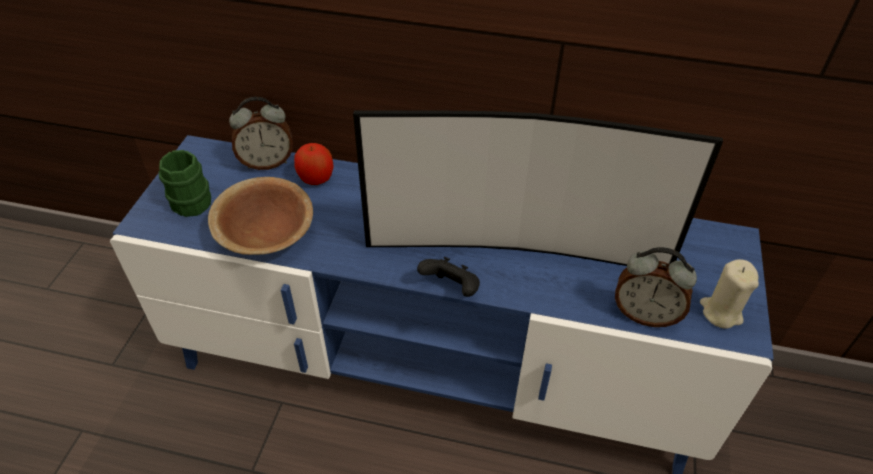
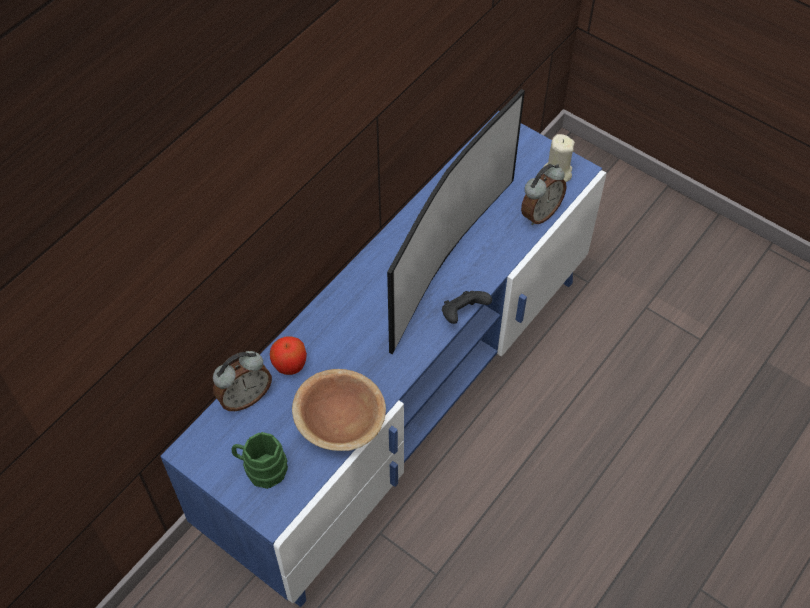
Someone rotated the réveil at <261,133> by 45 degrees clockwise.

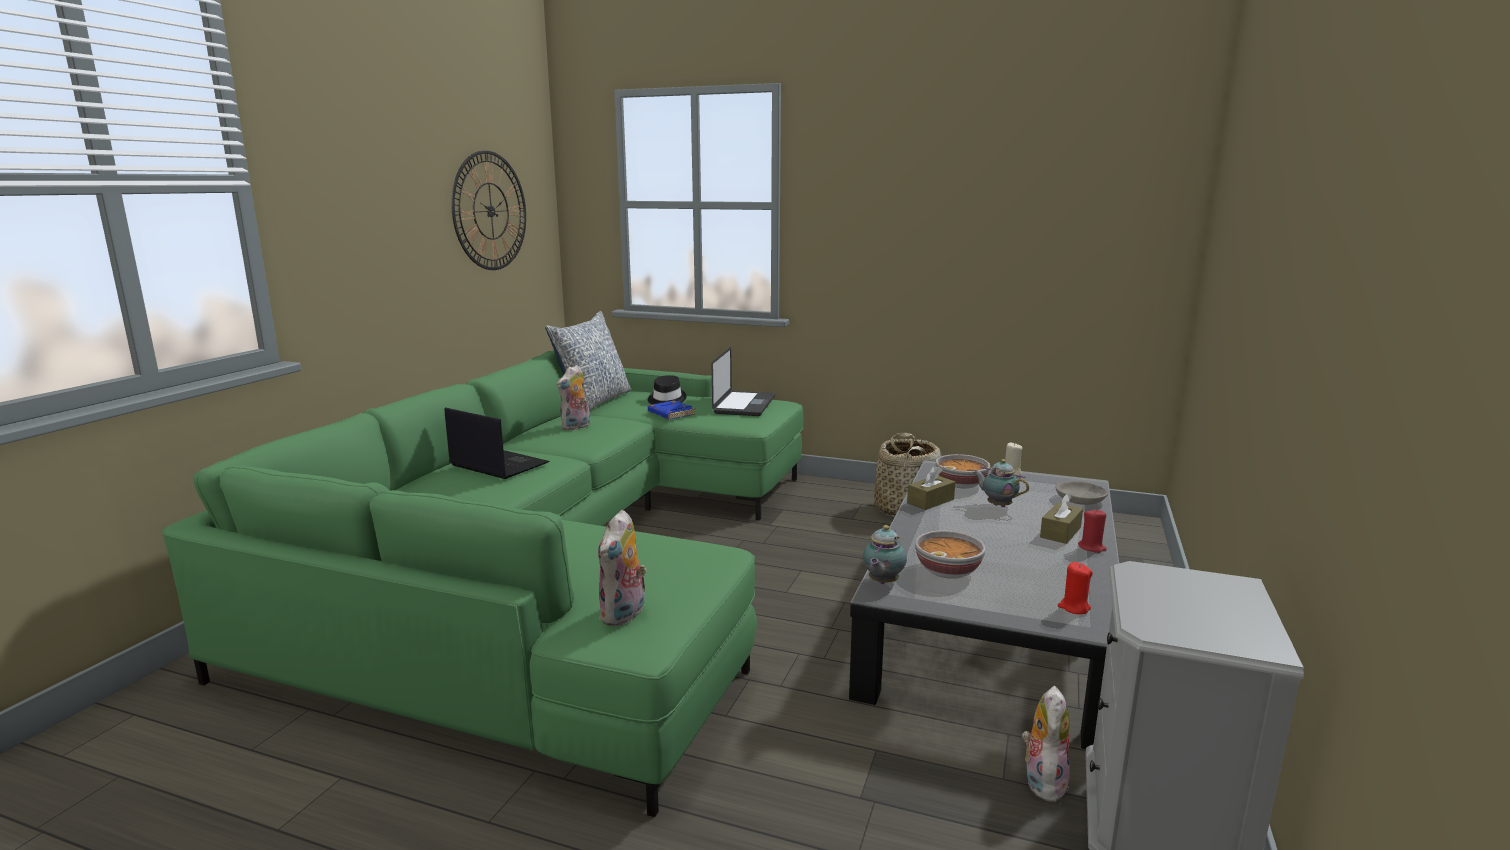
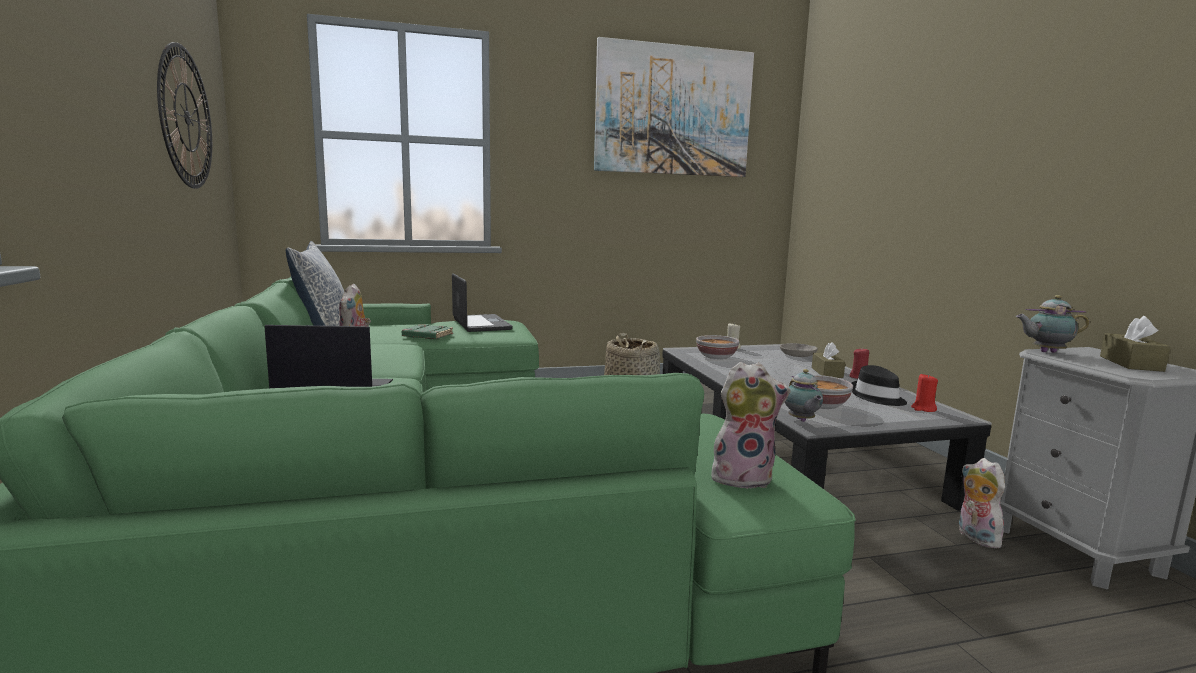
Someone repainted the livre [bleu] at <671,410>, which became the livre [vert] at <427,331>. Someone put up the tableau at <674,107>. Someone rotated the peluche at <622,568> by 75 degrees counterclockwise. Someone carried the chapeau [noir] from <667,389> to <879,385>. Someone carried the théière from <1001,483> to <1052,324>. Someone carried the boîte à mouchoirs [marron] from <931,487> to <1135,344>.

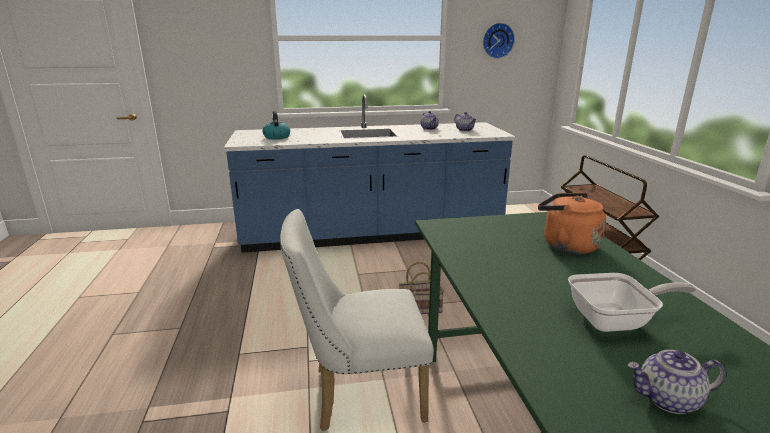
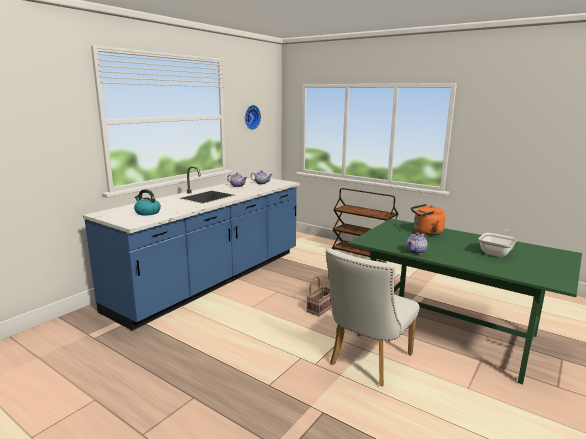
Someone carried the théière from <676,382> to <417,243>.

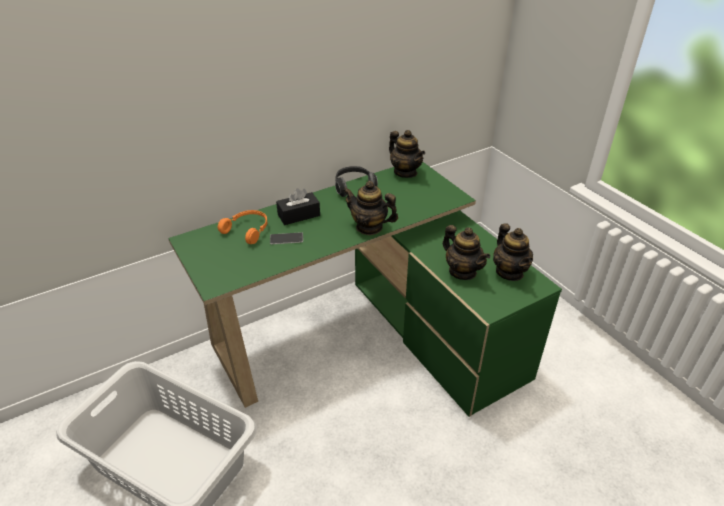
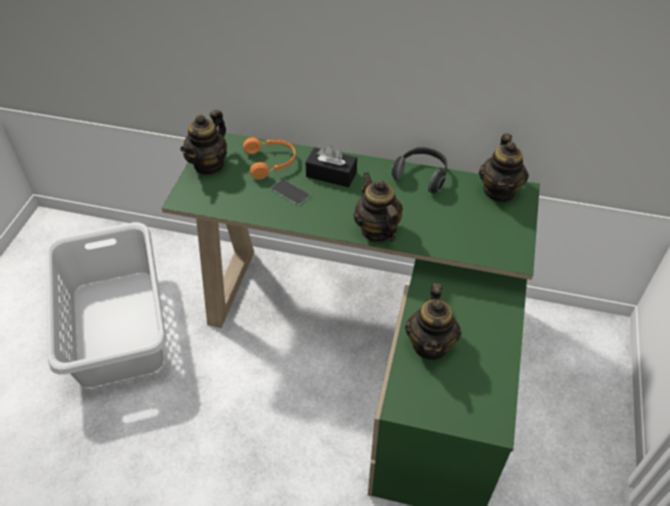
Someone carried the théière from <513,252> to <203,142>.

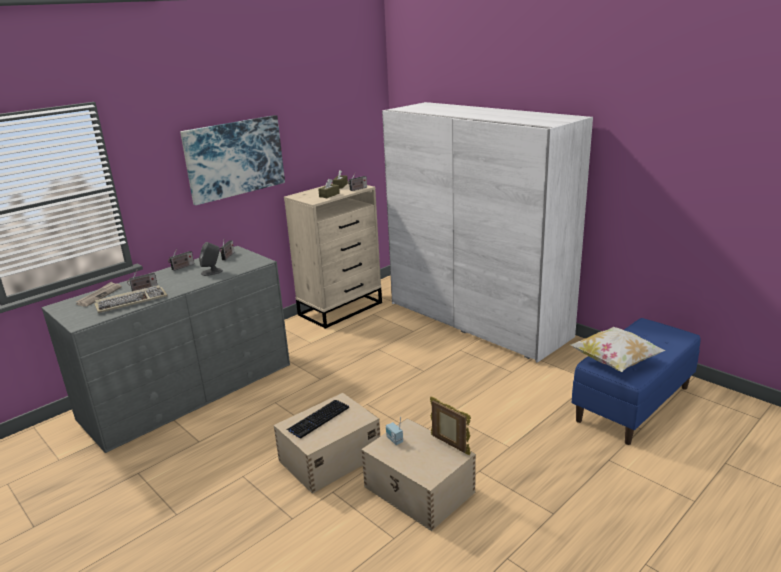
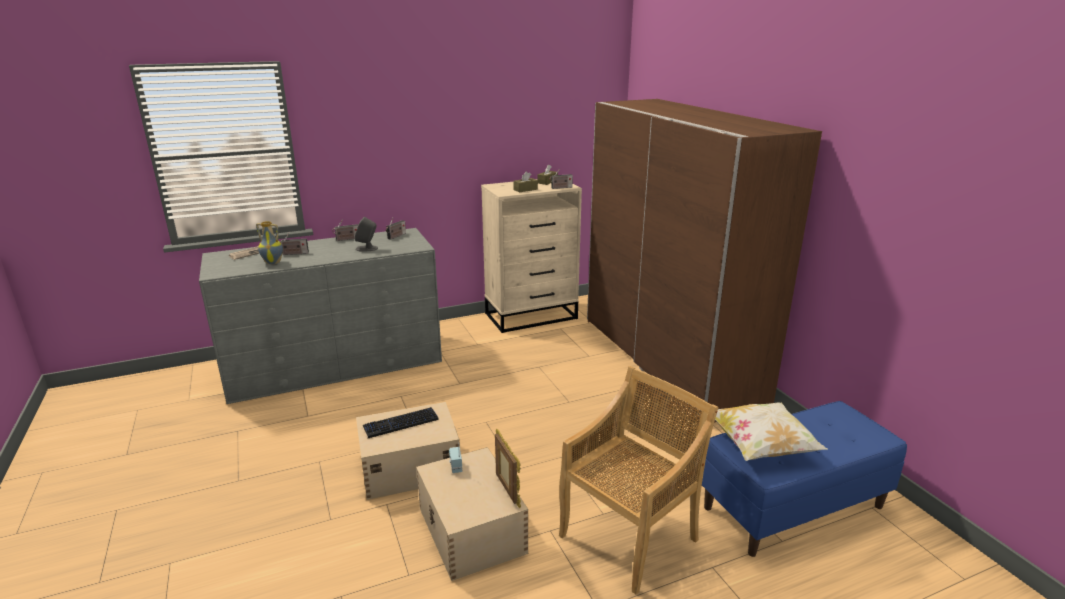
Someone swapped the clavier at <131,299> for the vase at <269,243>. Someone put down the chaise [beige] at <639,480>. Someone repainted the armoire [blanc] at <487,232>, which became the armoire [marron] at <704,261>. Someone took away the tableau at <232,160>.

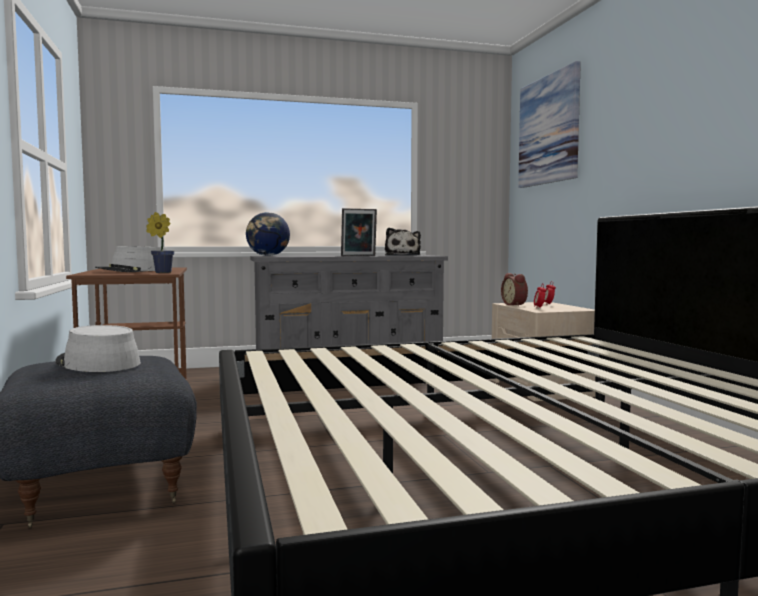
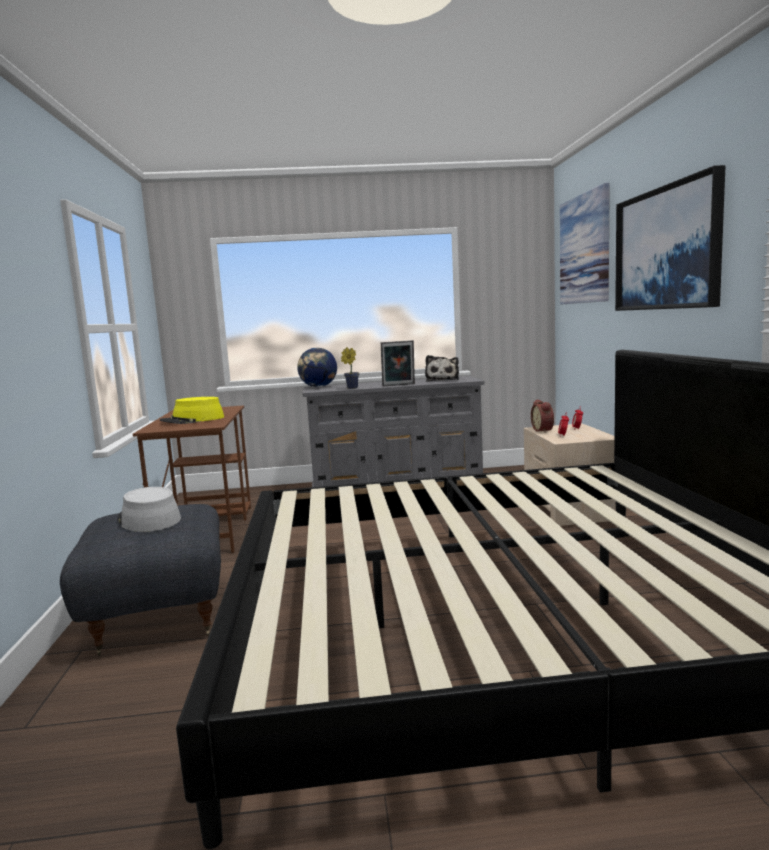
Someone repainted the chapeau [gris] at <133,259>, which became the chapeau [jaune] at <192,410>. Someone carried the plante en pot from <160,242> to <350,368>. Someone put up the tableau at <670,238>.

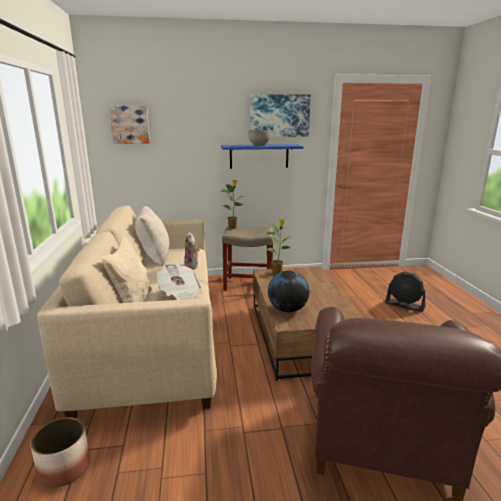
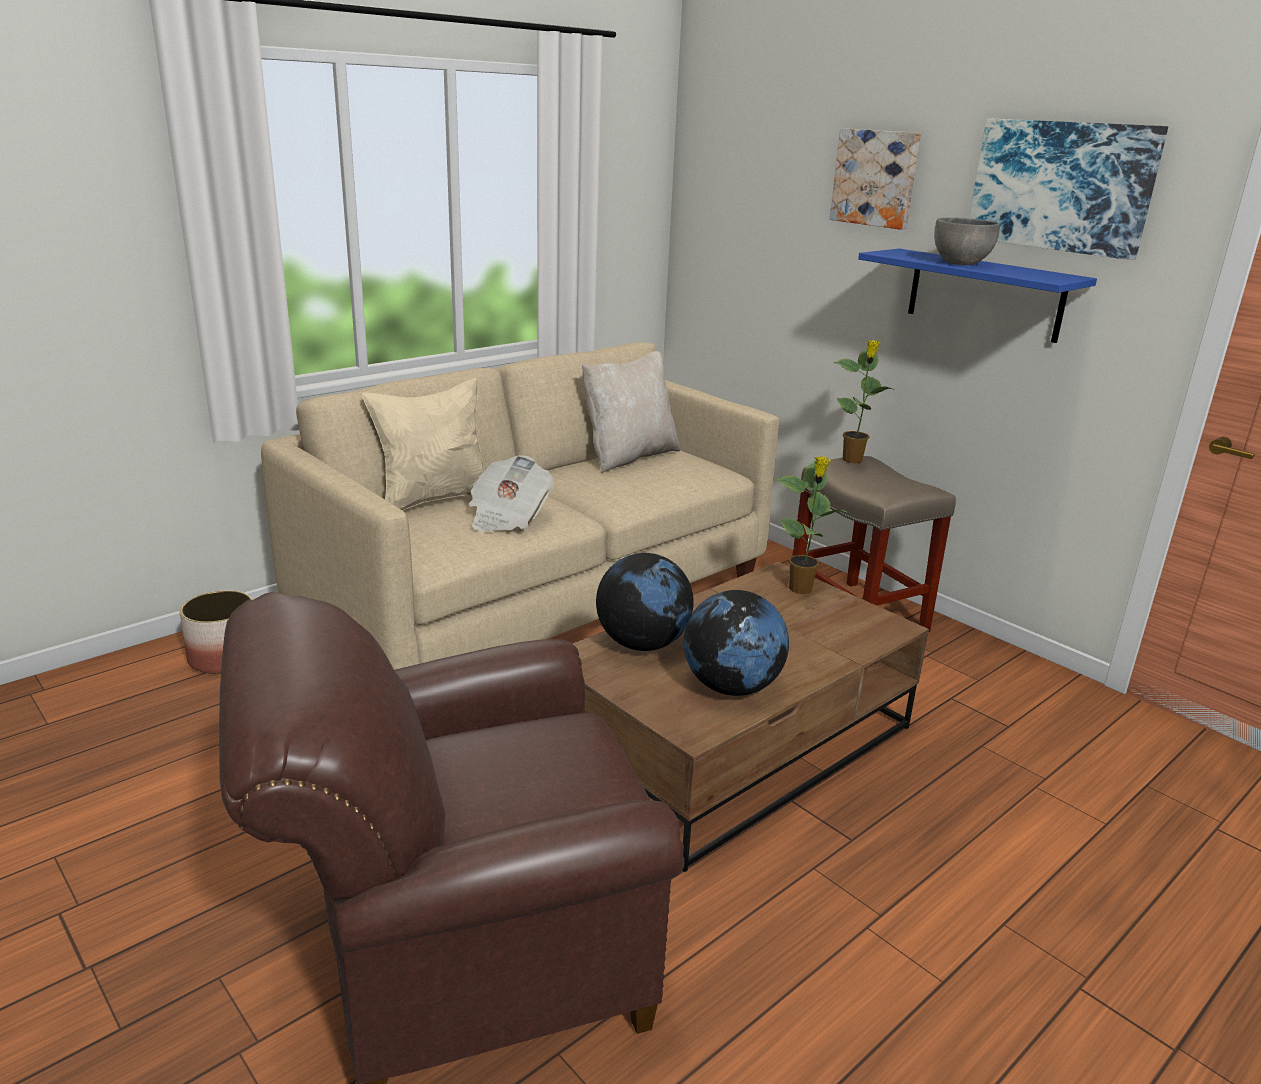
Someone put down the globe at <736,643>. Someone carried the tableau from <129,125> to <875,179>. Someone took away the peluche at <192,251>. Someone took away the ventilateur [noir] at <405,291>.

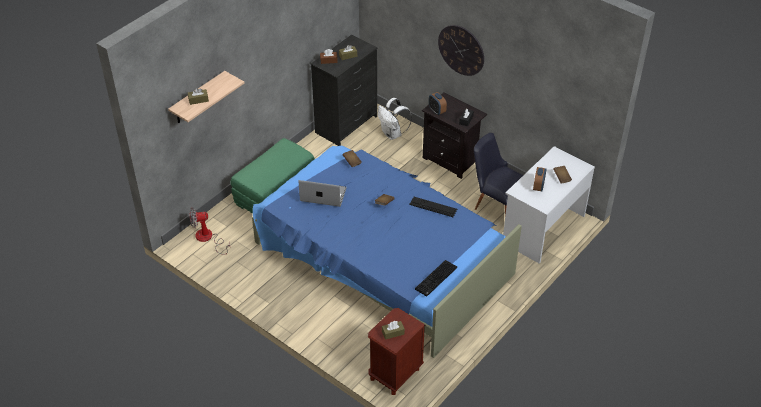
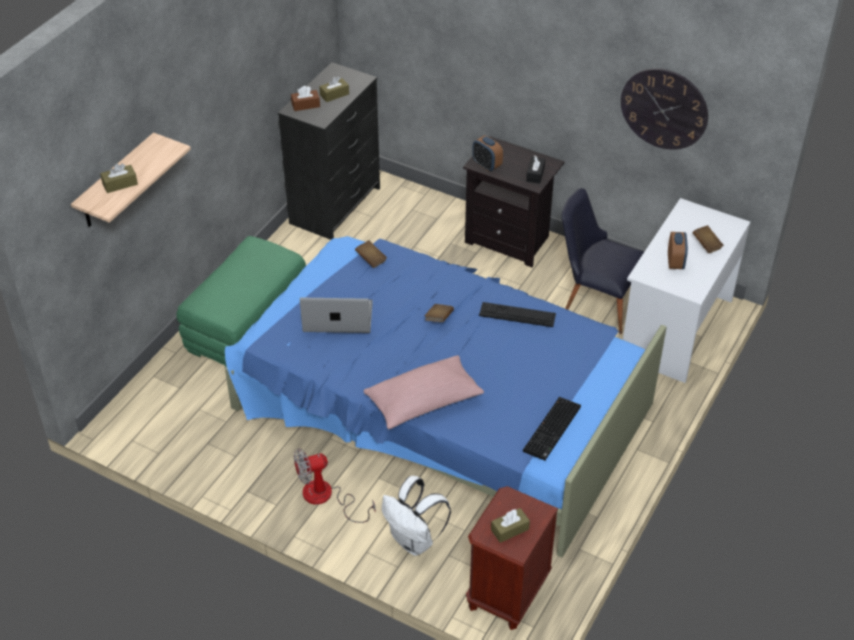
Someone carried the ventilateur from <209,231> to <335,485>. Someone put down the coussin [rose] at <424,392>. Someone carried the sac à dos [blanc] from <395,119> to <416,516>. Someone carried the horloge murale from <461,50> to <664,109>.

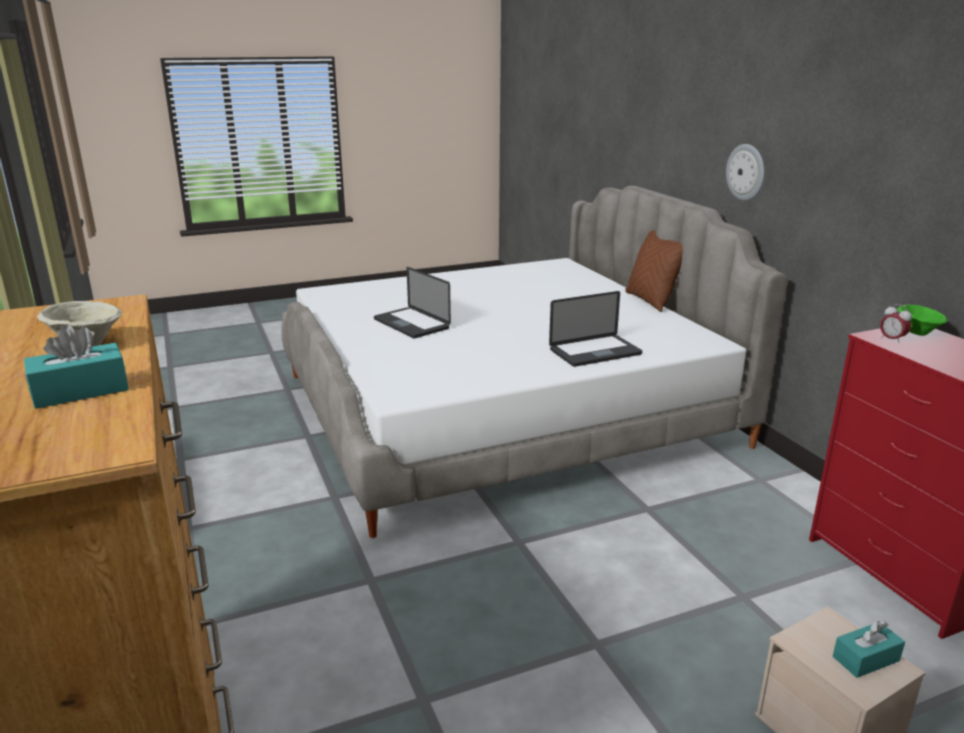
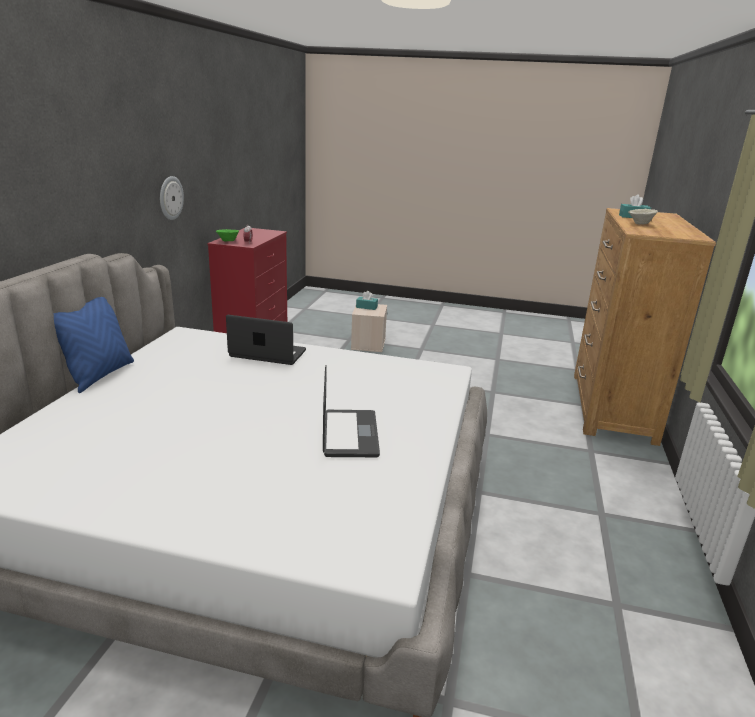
Someone repainted the coussin [marron] at <654,271>, which became the coussin [bleu] at <94,345>. Someone carried the horloge murale from <745,172> to <172,198>.

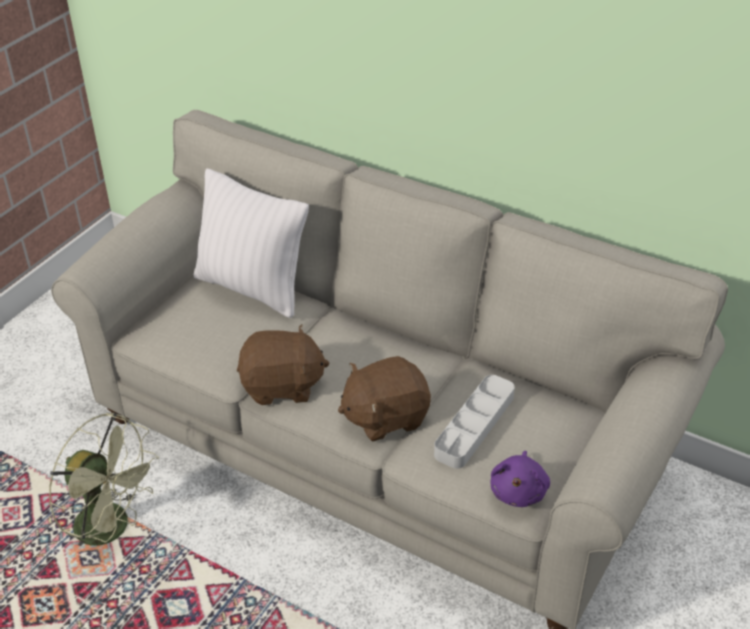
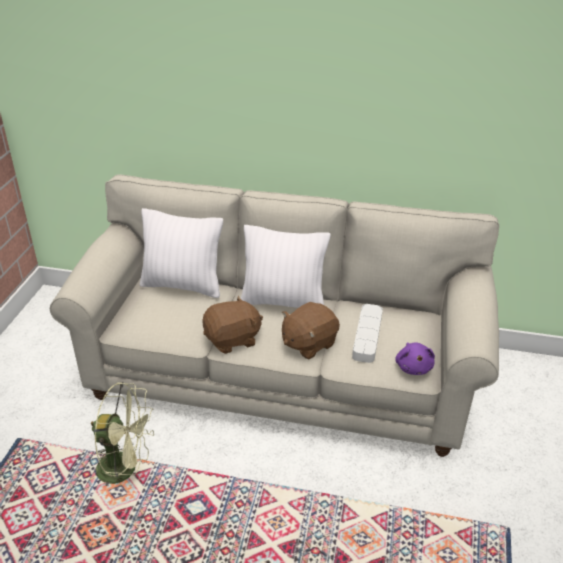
Someone put down the coussin [blanc] at <286,266>.

